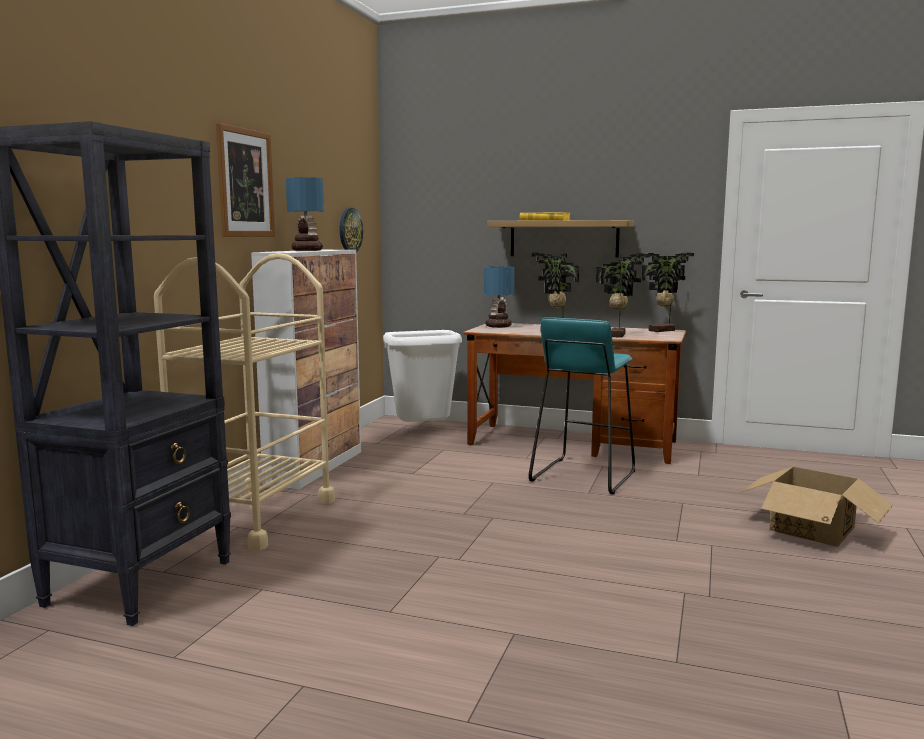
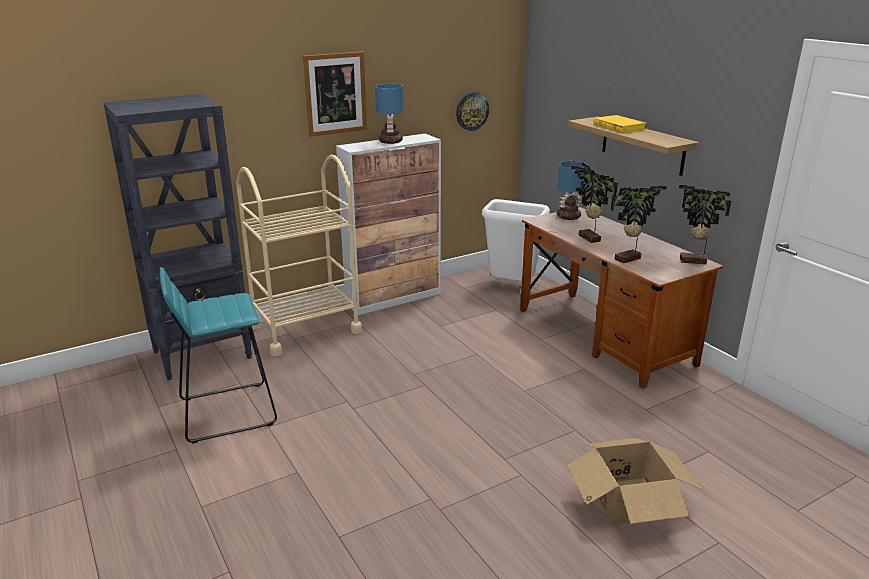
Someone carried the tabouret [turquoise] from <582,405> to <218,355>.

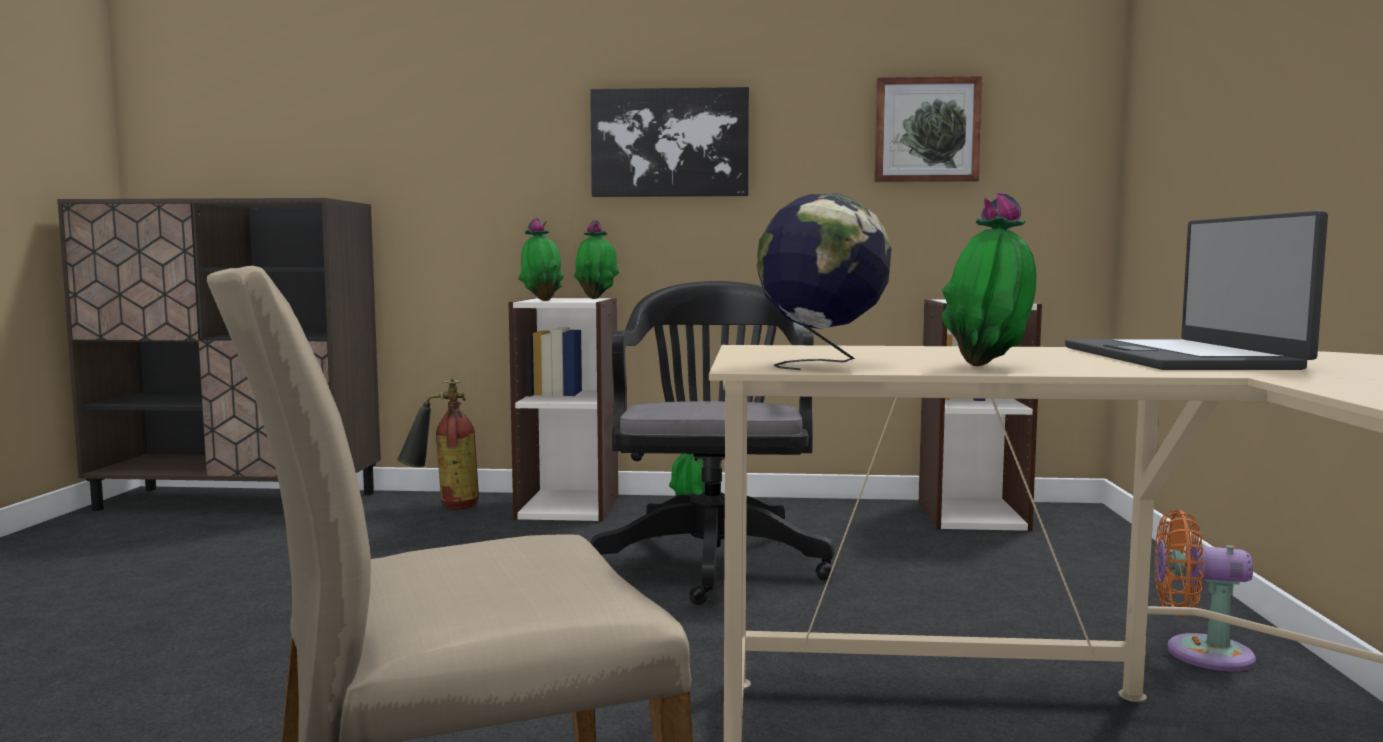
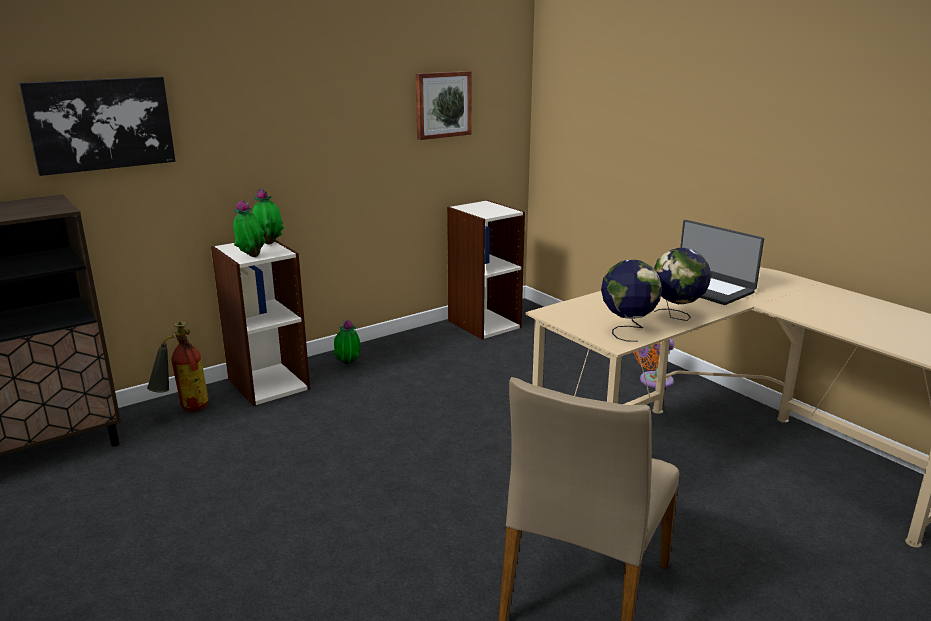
Someone carried the tableau from <669,142> to <97,126>. Someone swapped the plante en pot at <989,279> for the globe at <682,284>. Someone took away the chaise de bureau [noir] at <713,443>.

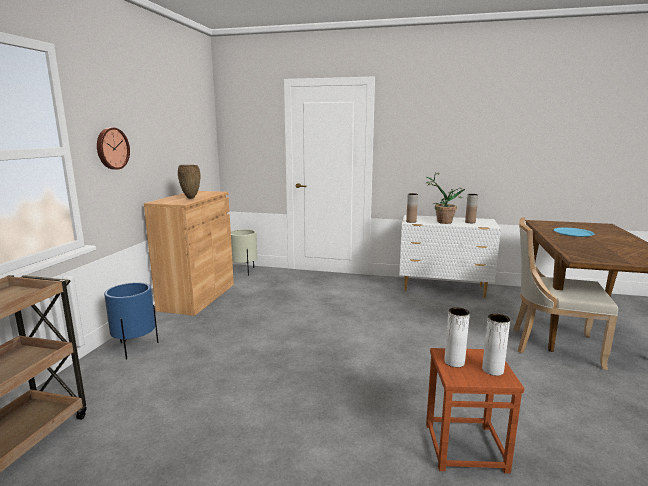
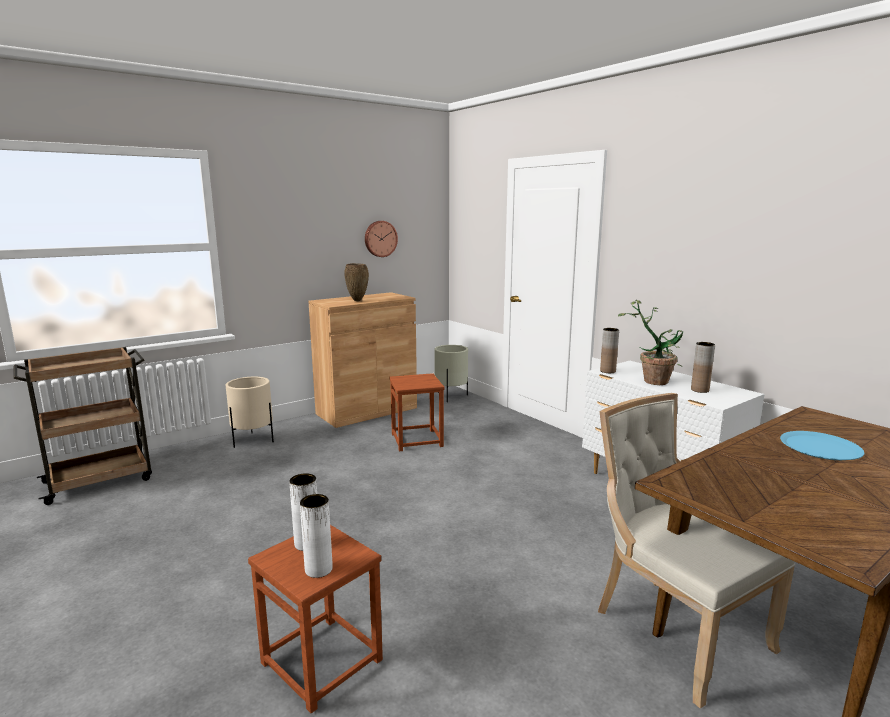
Someone repainted the cache-pot [bleu] at <131,321>, which became the cache-pot [beige] at <250,412>. Someone carried the horloge murale from <113,149> to <381,239>. Someone put down the tabouret [marron] at <417,412>.

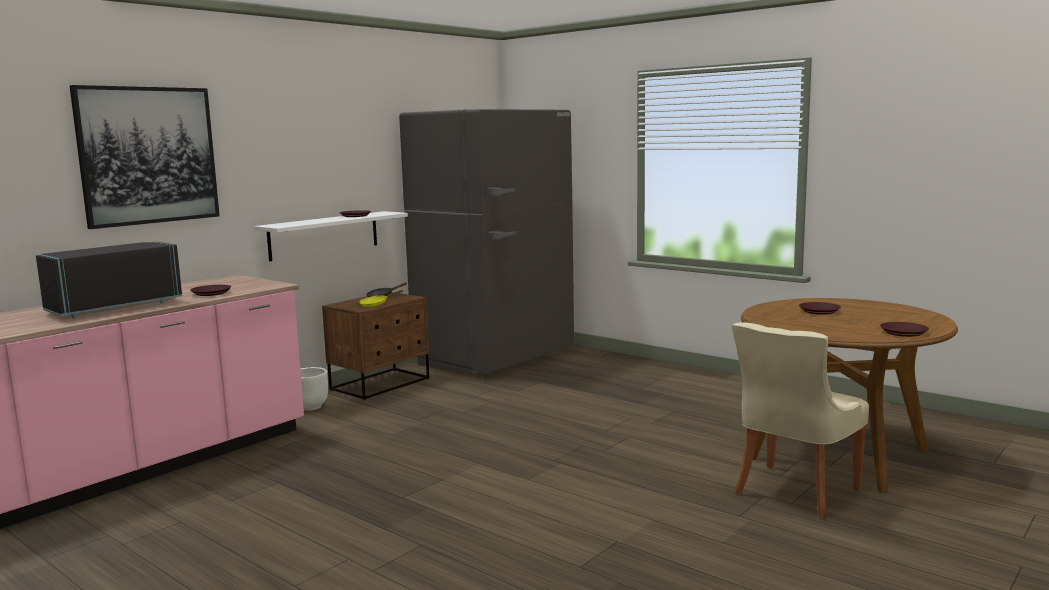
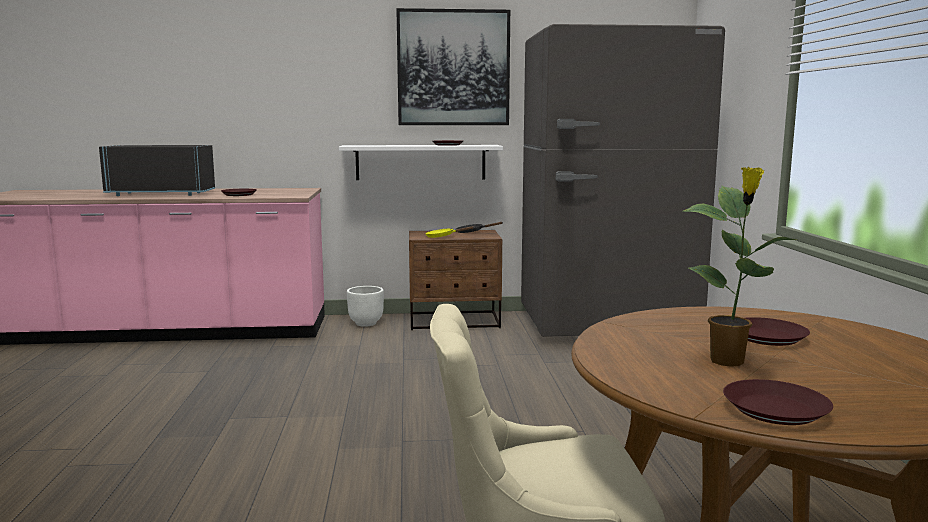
Someone carried the tableau from <144,157> to <453,66>. Someone put down the plante en pot at <740,267>.

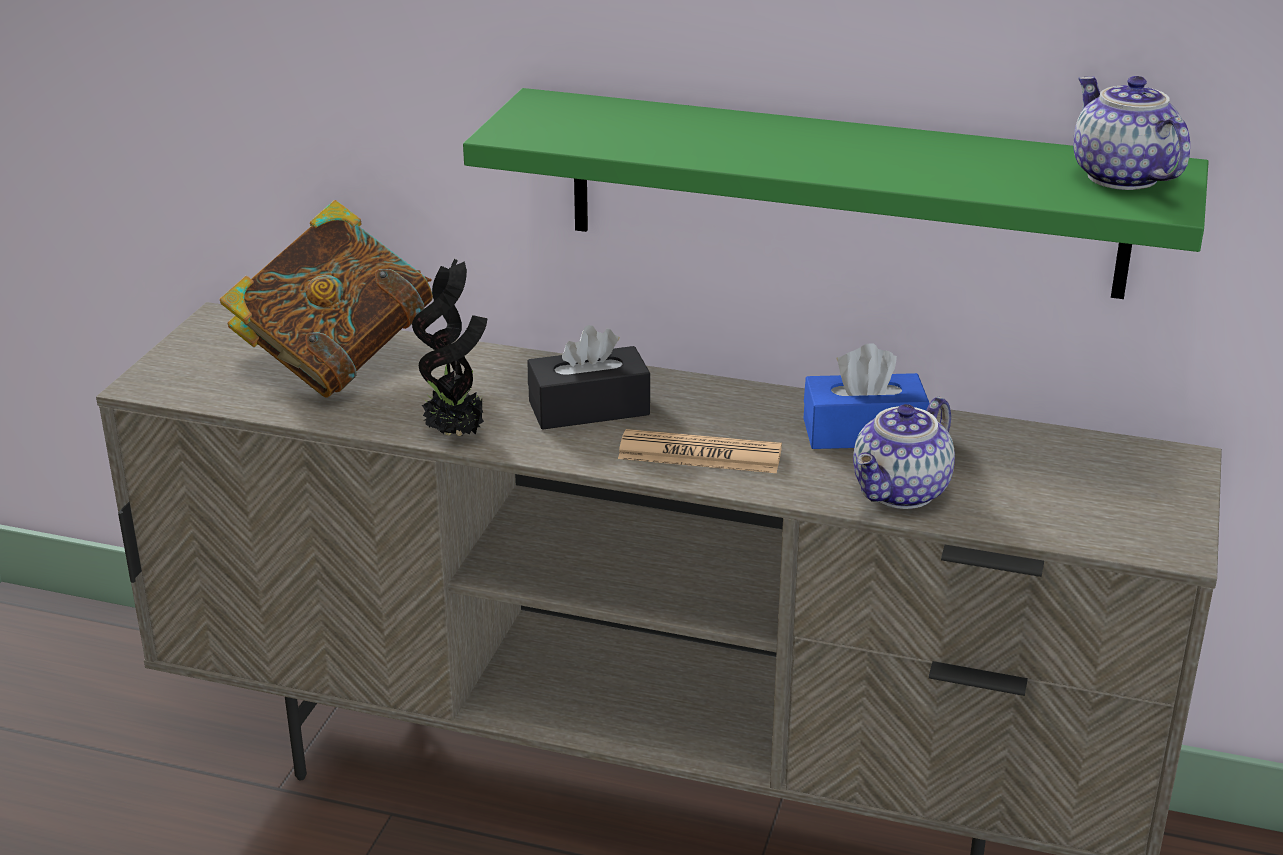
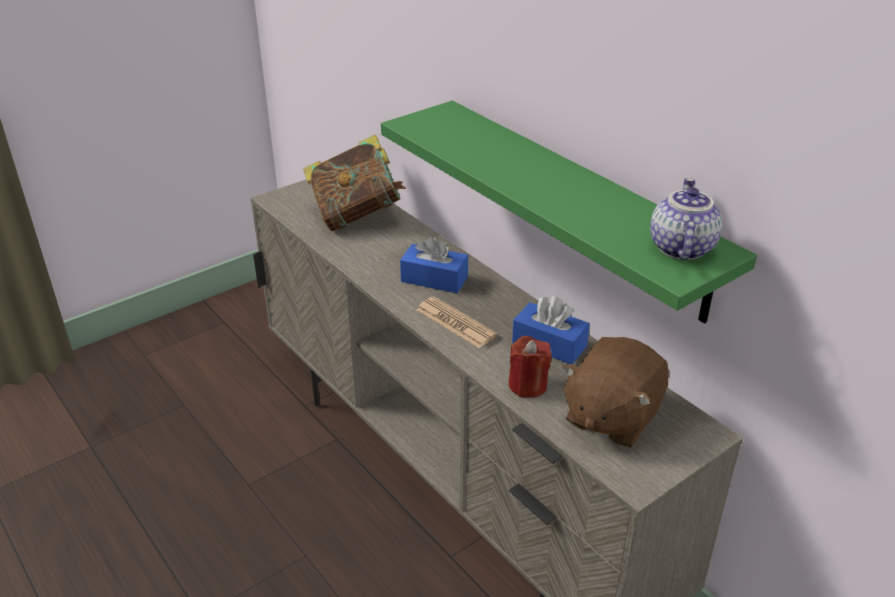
Someone repainted the boîte à mouchoirs [noir] at <589,377>, which became the boîte à mouchoirs [bleu] at <434,264>. Someone swapped the théière at <904,453> for the bougie [rouge] at <530,367>. Someone put down the peluche [marron] at <615,392>. Someone took away the plante en pot at <450,347>.

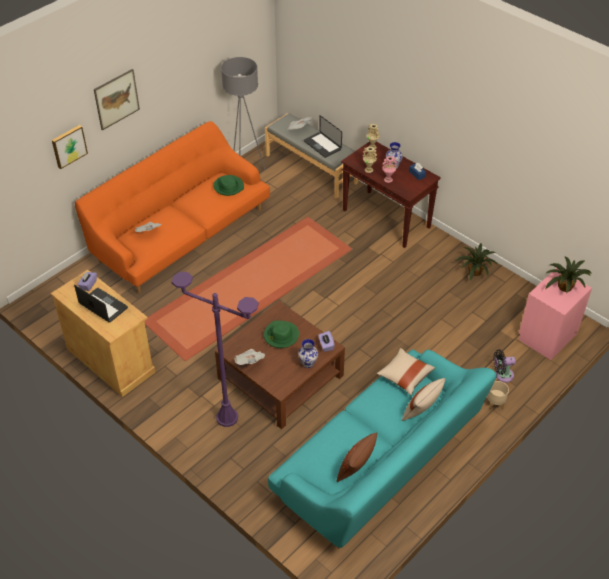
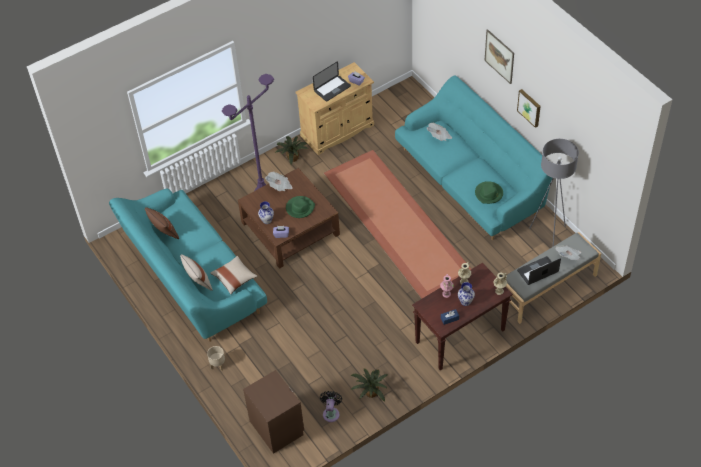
Someone repainted the table de chevet [rose] at <555,314>, which became the table de chevet [marron] at <273,412>. Someone carried the plante en pot from <569,275> to <291,150>. Someone carried the ventilateur [noir] from <504,365> to <331,406>. Someone repainted the canapé [orange] at <172,207>, which became the canapé [turquoise] at <473,157>. Someone carried the tableau from <70,147> to <529,108>.

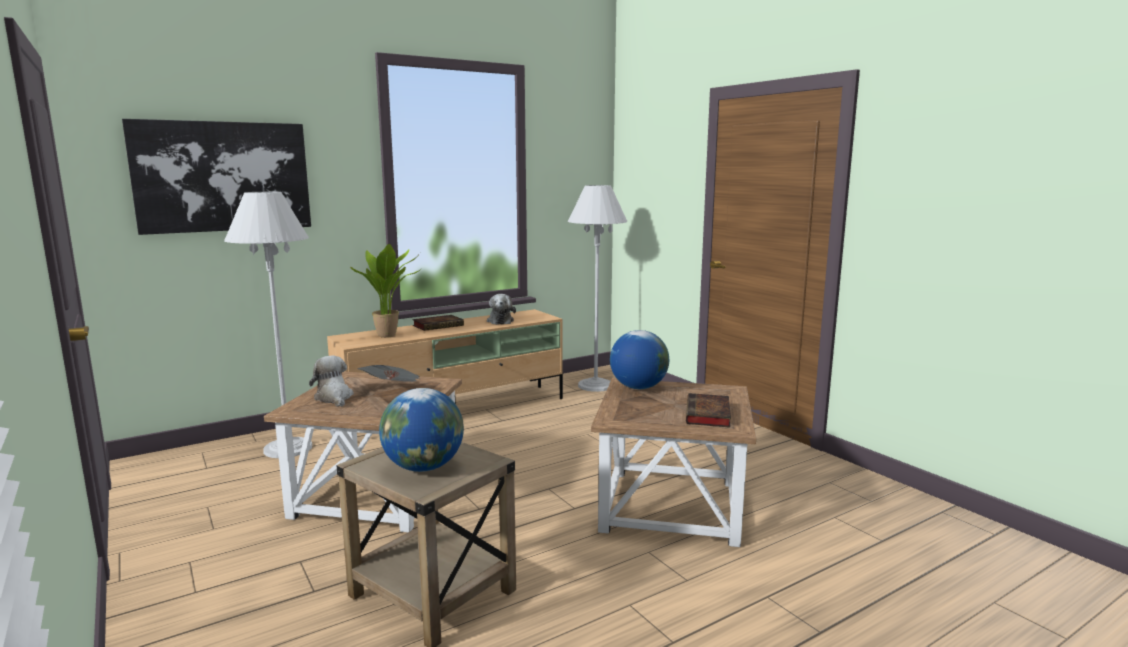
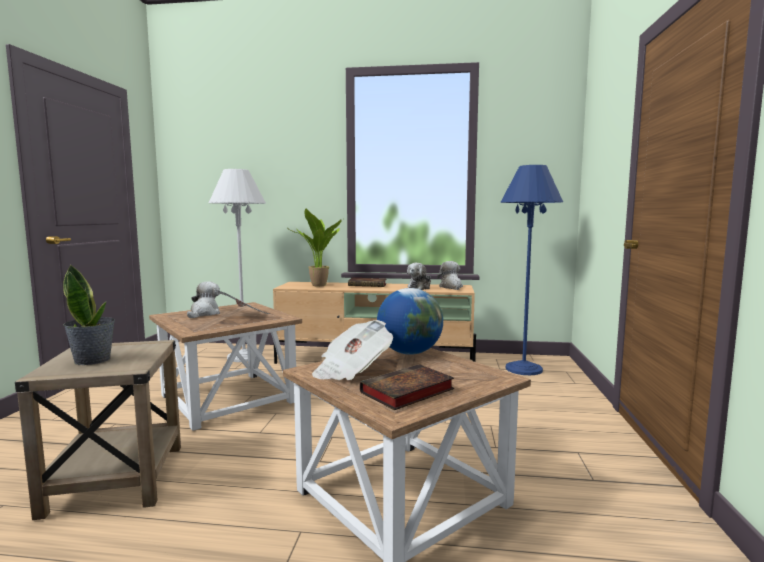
Someone swapped the globe at <421,430> for the plante en pot at <89,314>. Someone put down the journal at <352,350>. Someone put down the peluche at <450,275>. Someone repainted the lampadaire [blanc] at <597,288>, which became the lampadaire [bleu] at <531,270>. Someone took away the tableau at <216,177>.

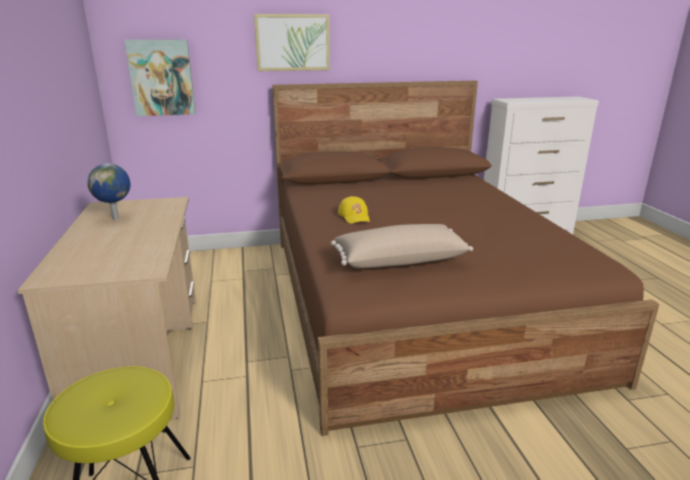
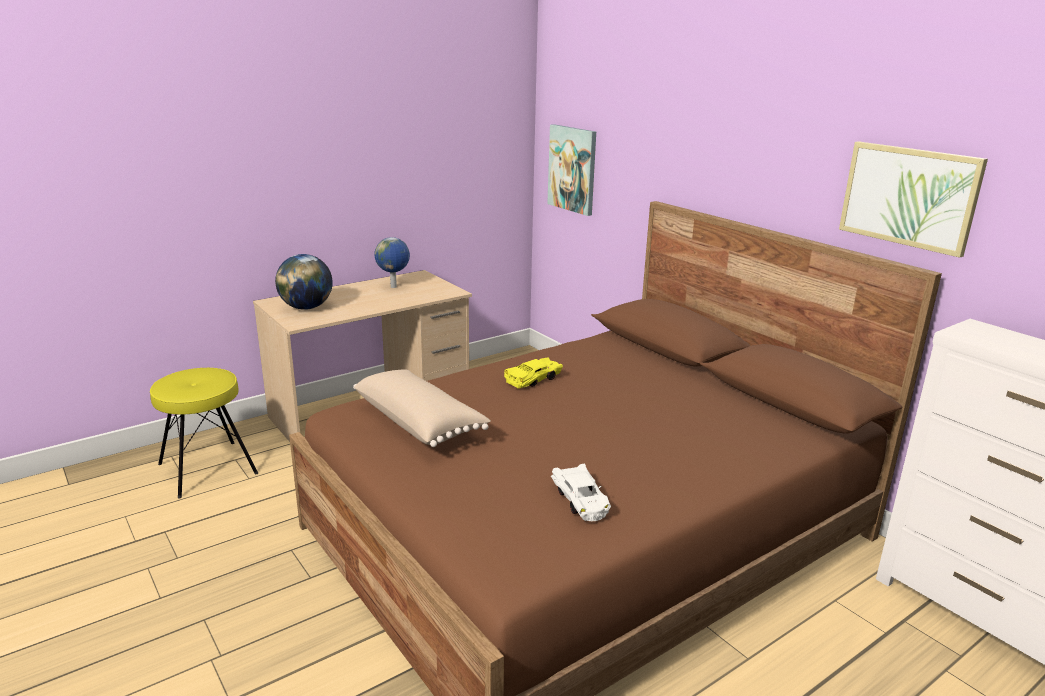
Someone put down the globe at <304,282>. Someone swapped the casquette [jaune] at <354,210> for the petite voiture [jaune] at <533,373>. Someone put down the petite voiture [blanc] at <581,492>. Someone carried the tableau from <292,42> to <913,199>.

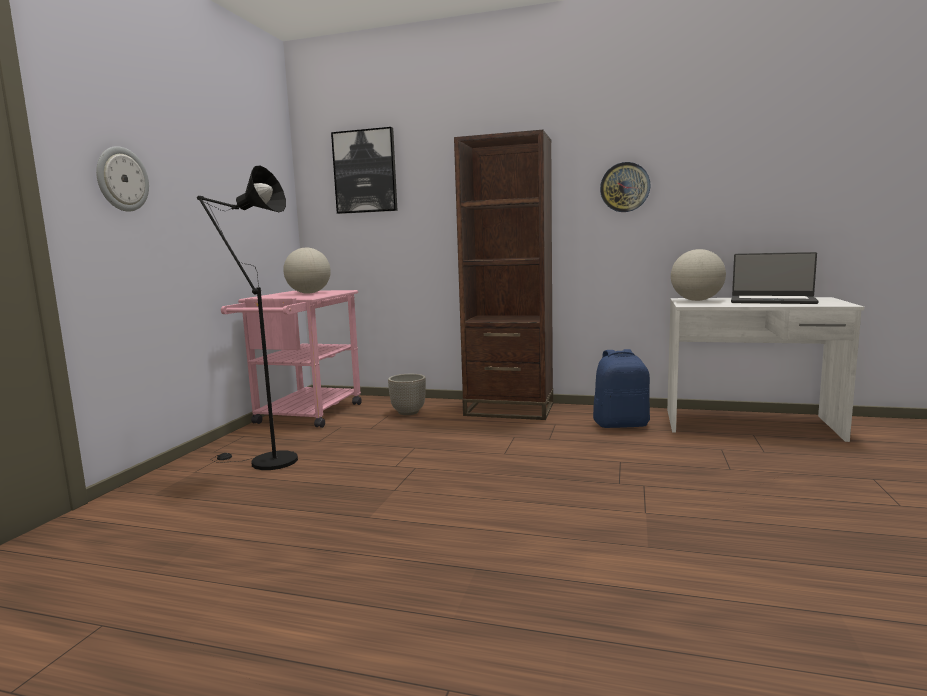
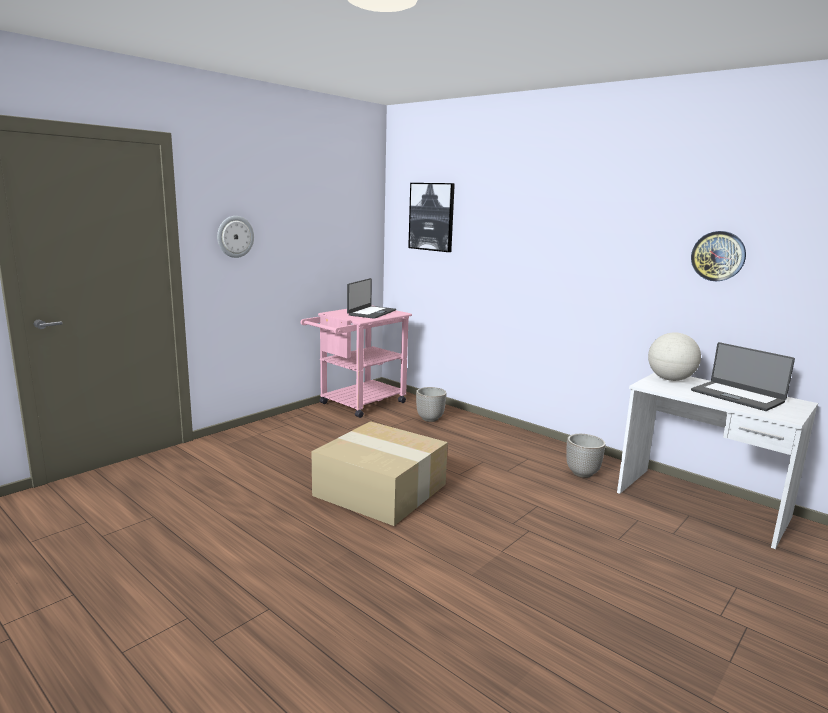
Someone put down the carton at <379,473>. Someone swapped the globe at <307,271> for the ordinateur portable at <371,298>. Someone swapped the sac à dos [bleu] at <621,388> for the cache-pot at <586,456>. Someone carried the horloge murale from <625,187> to <718,256>. Someone took away the lampadaire [noir] at <247,317>. Someone took away the bibliothèque [marron] at <503,275>.

